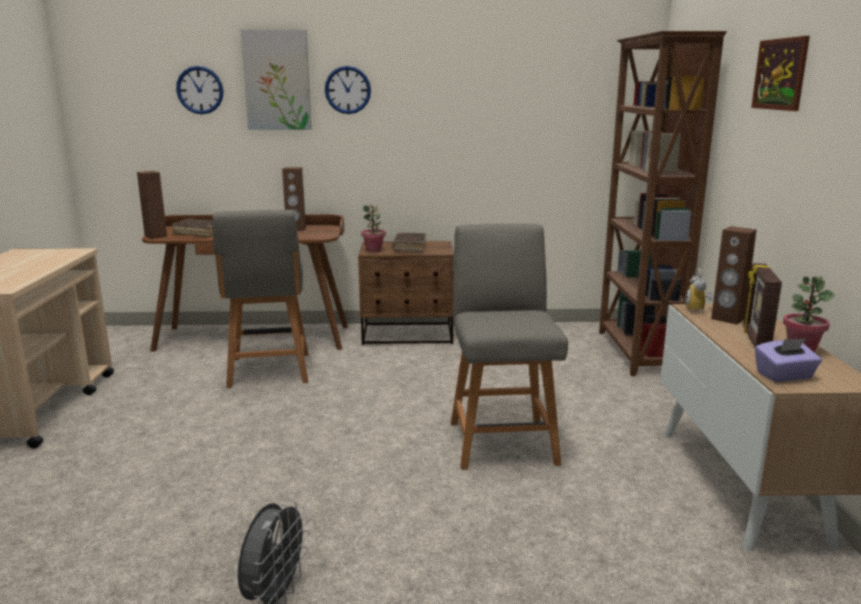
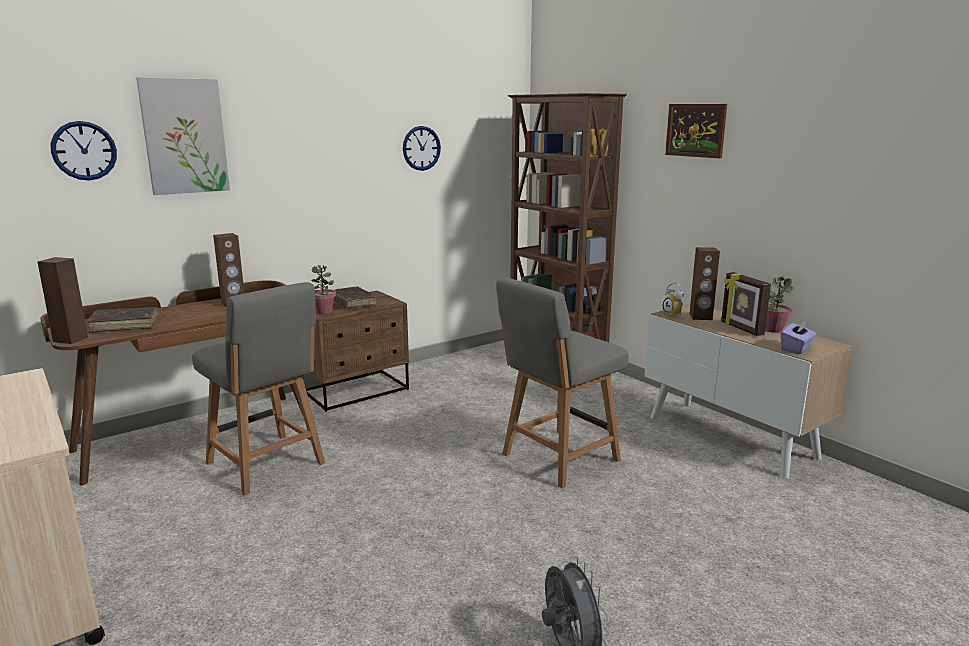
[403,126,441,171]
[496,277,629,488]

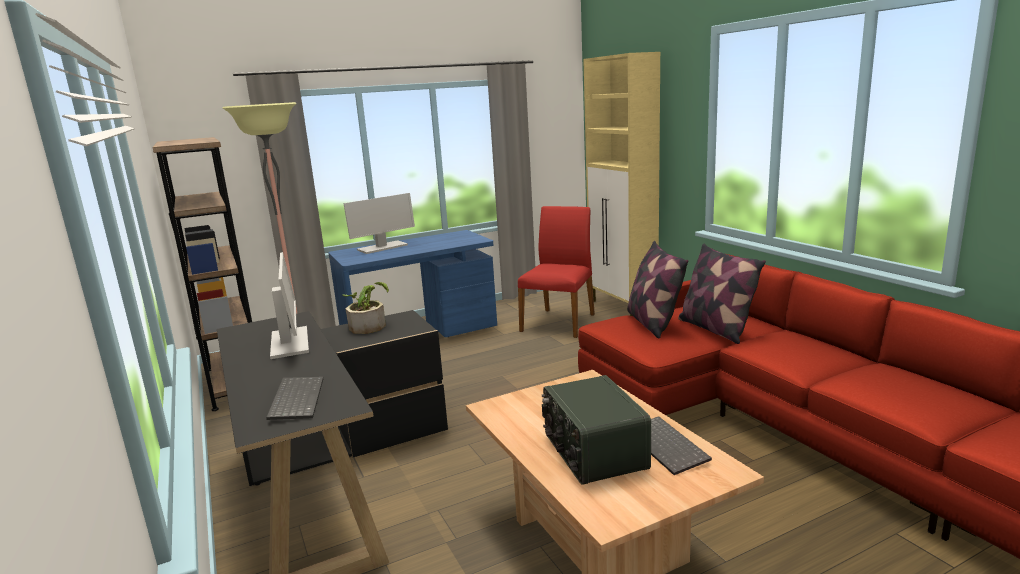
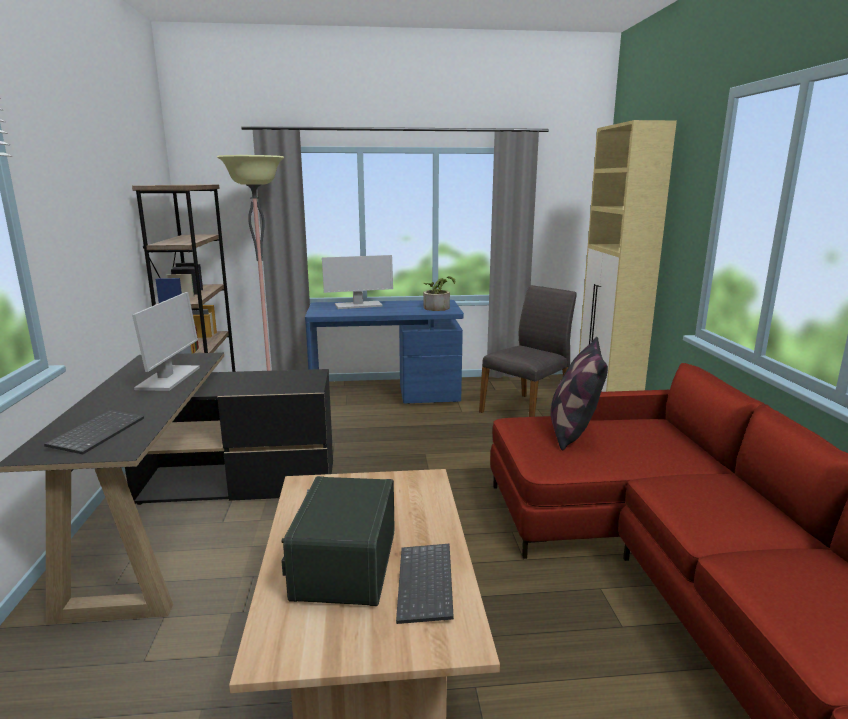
[423,276,455,311]
[479,285,577,417]
[678,243,766,344] (first image)

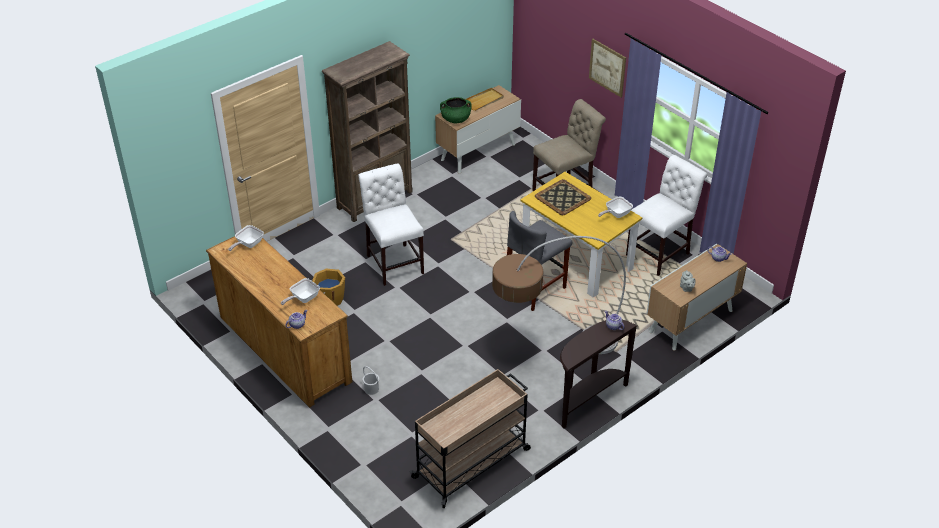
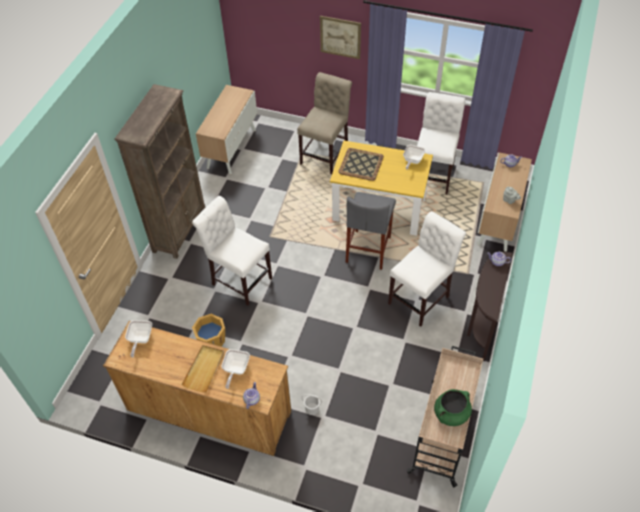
[181,345,224,393]
[388,211,466,327]
[434,389,472,426]

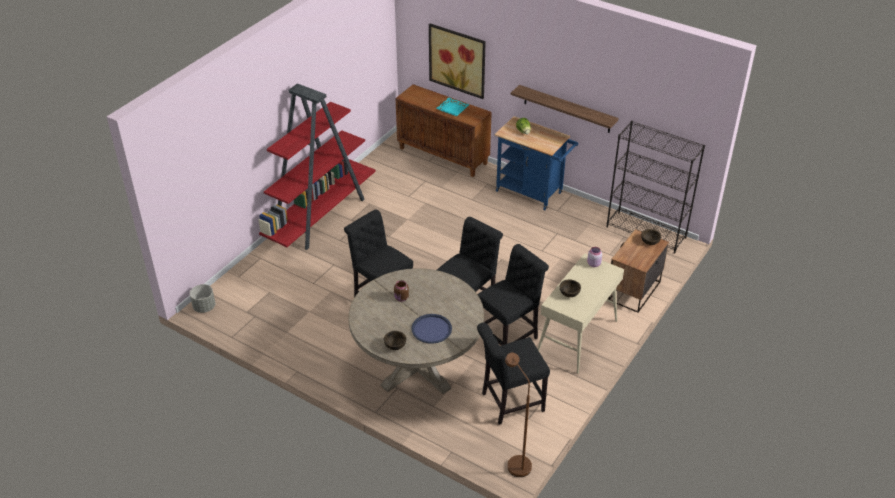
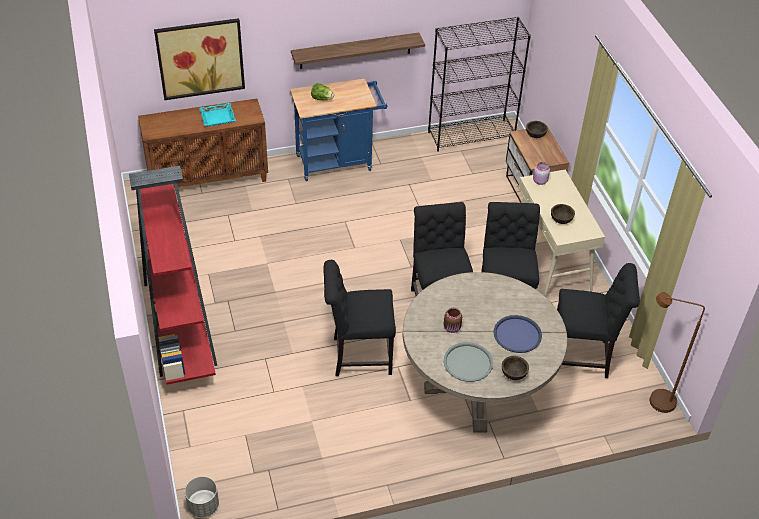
[444,342,493,382]
[557,263,640,378]

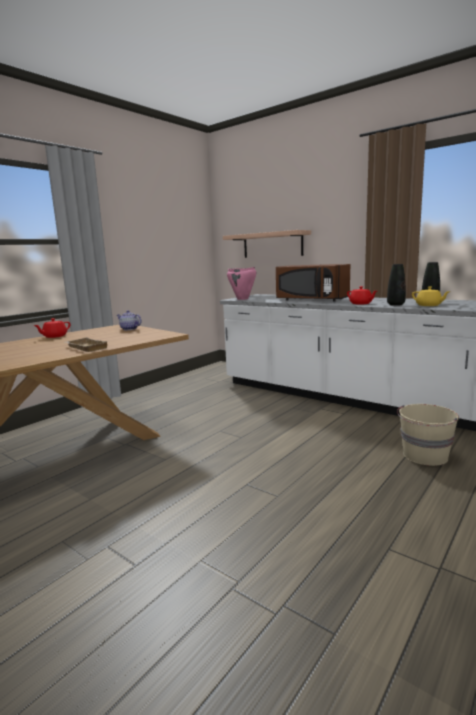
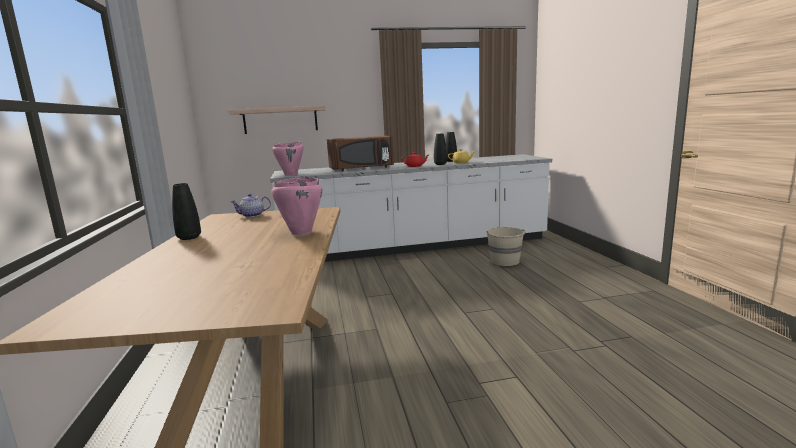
[172,183,201,240]
[271,177,322,235]

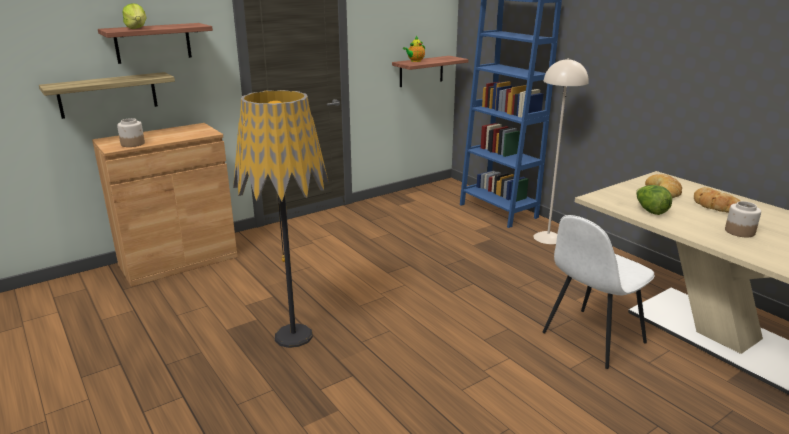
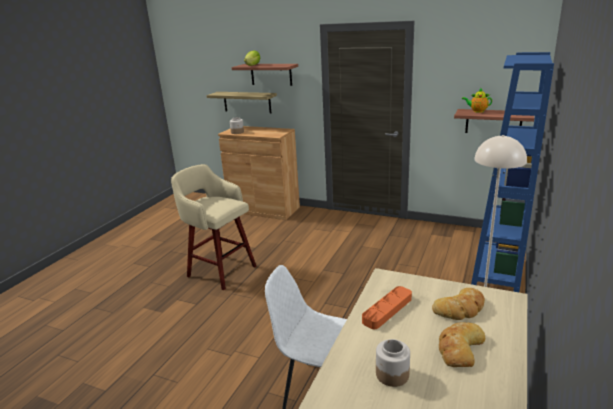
[171,164,256,290]
[362,286,412,329]

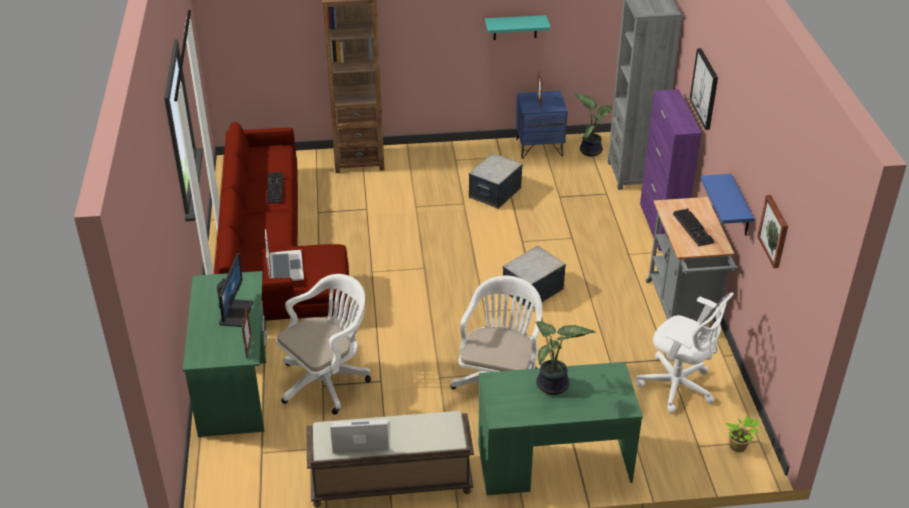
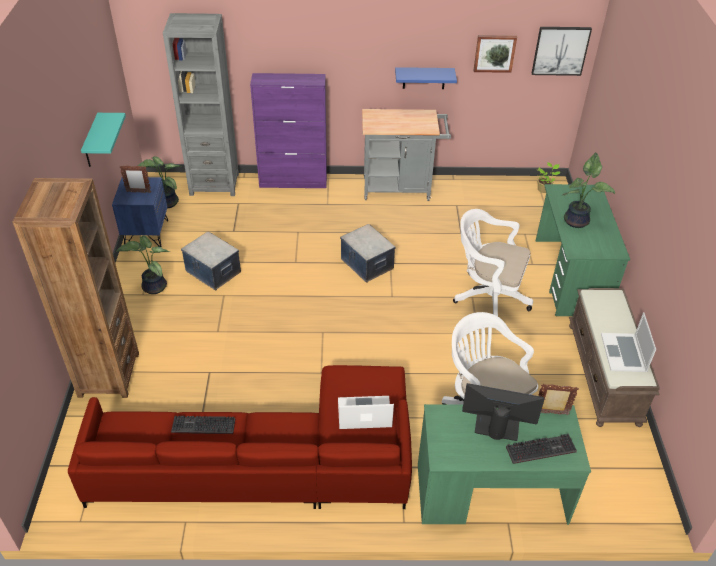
[116,235,170,294]
[506,434,577,464]
[532,27,592,76]
[635,293,734,413] (first image)

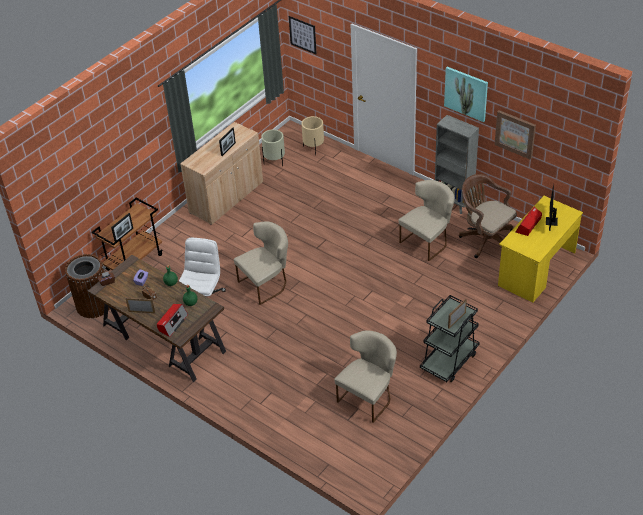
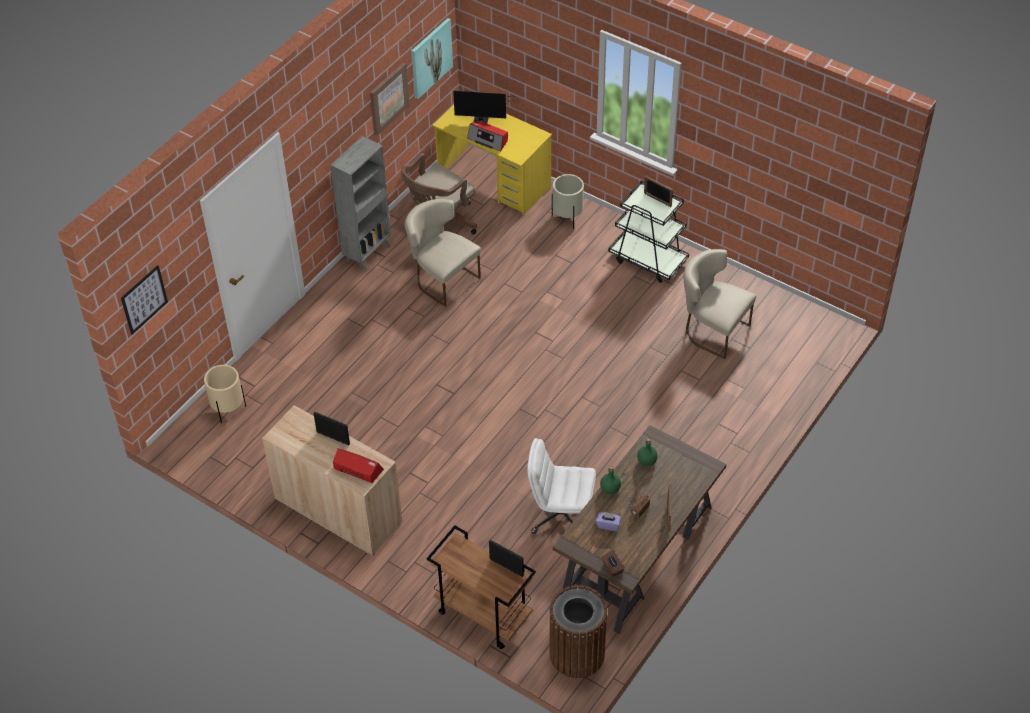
[333,448,384,483]
[412,18,453,99]
[552,174,584,229]
[234,222,288,305] (first image)

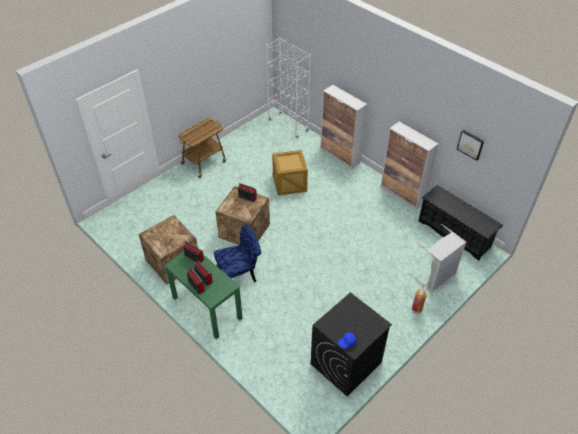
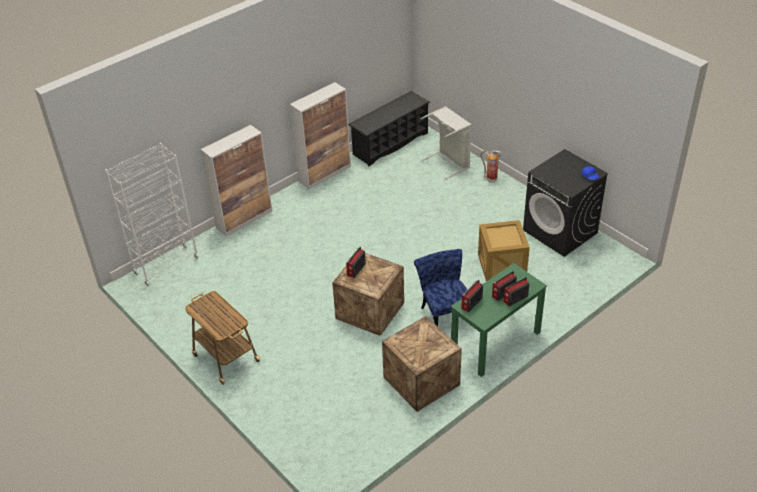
[478,220,530,281]
[457,130,484,161] (first image)

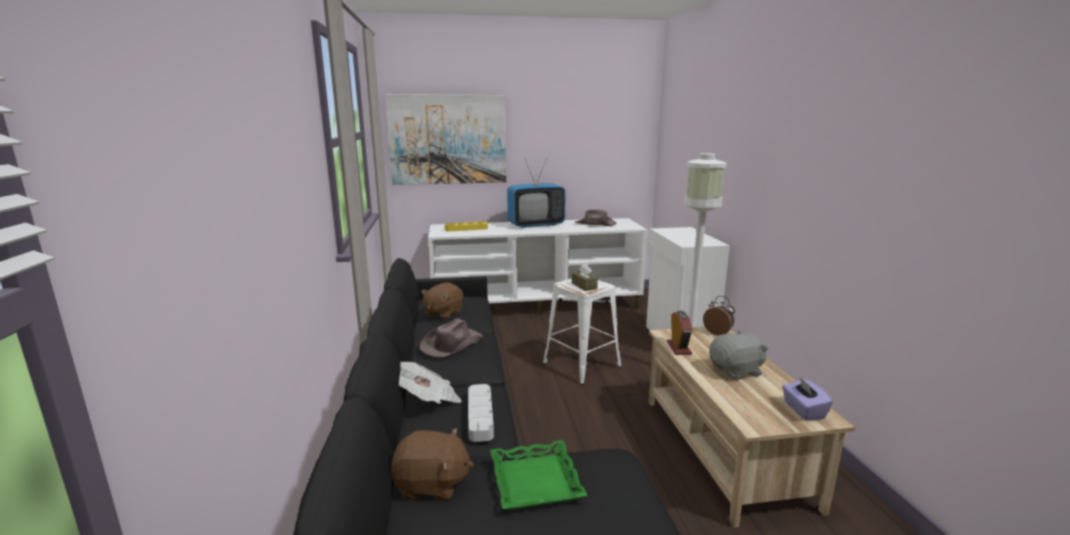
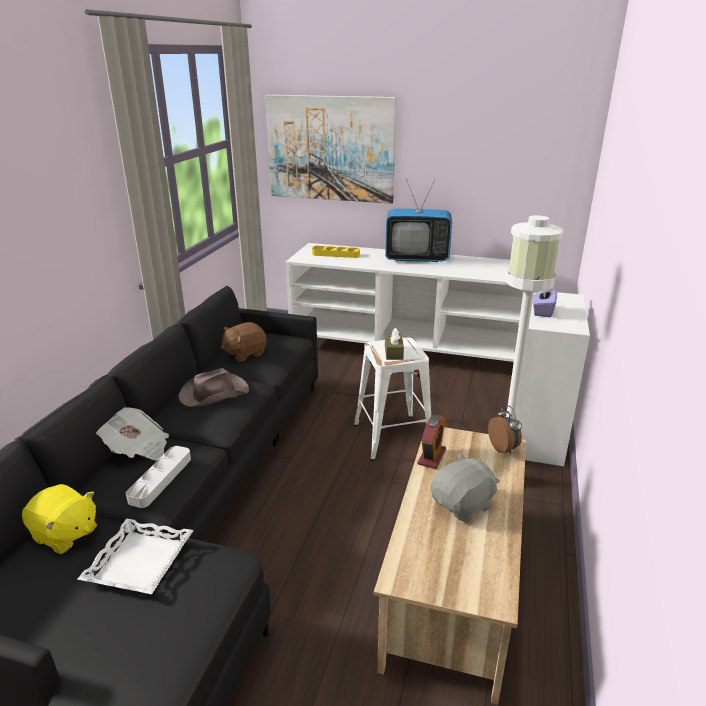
[22,484,97,554]
[77,519,194,594]
[431,453,500,523]
[533,290,557,317]
[575,209,617,226] (first image)

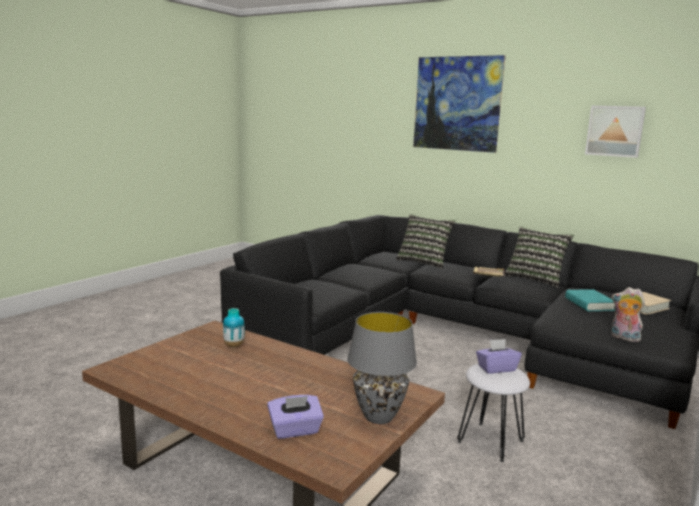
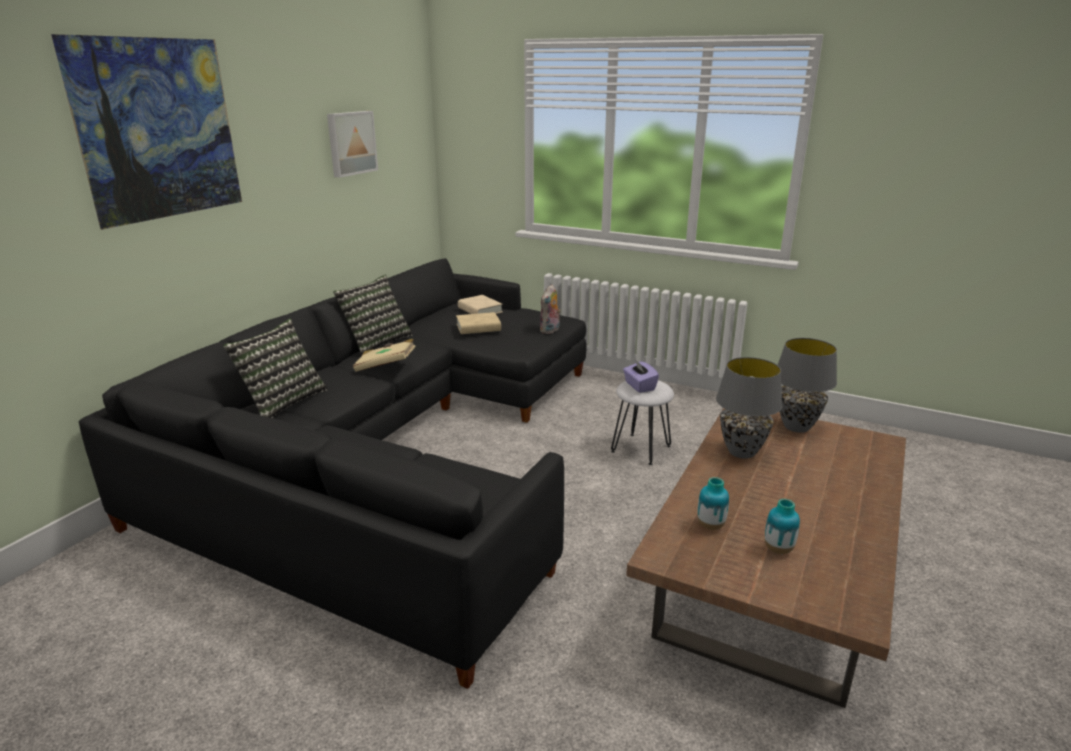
[456,312,501,334]
[716,357,782,459]
[765,499,800,554]
[267,395,324,439] (first image)

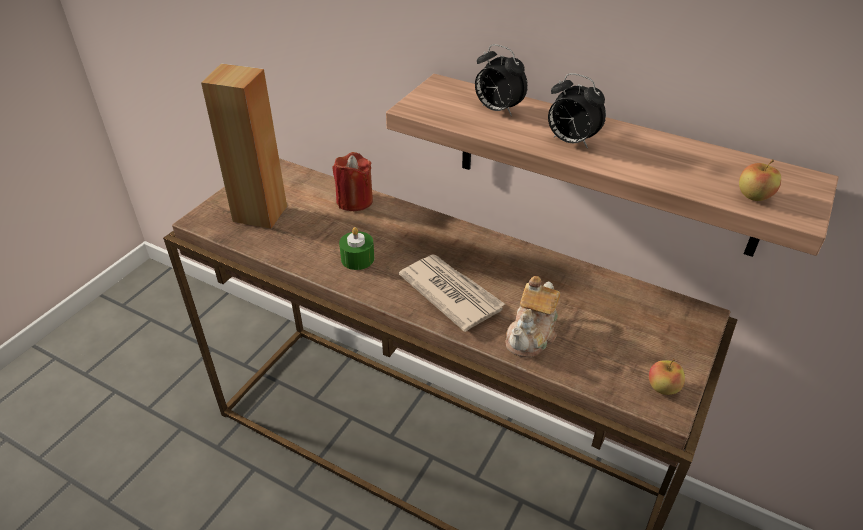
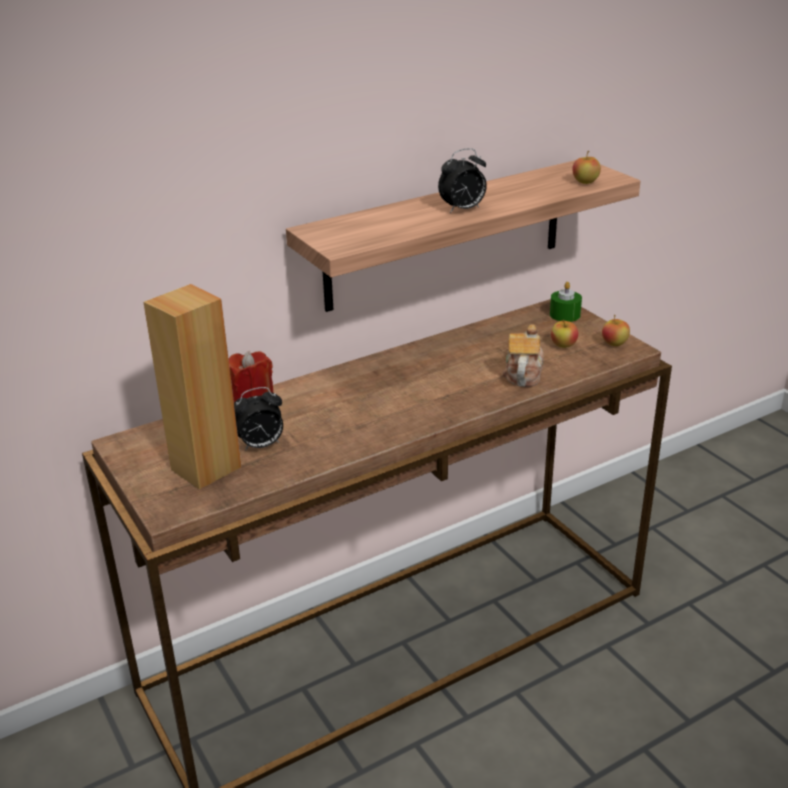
[234,387,283,451]
[502,324,544,387]
[550,282,582,322]
[551,320,578,348]
[399,254,505,332] (first image)

